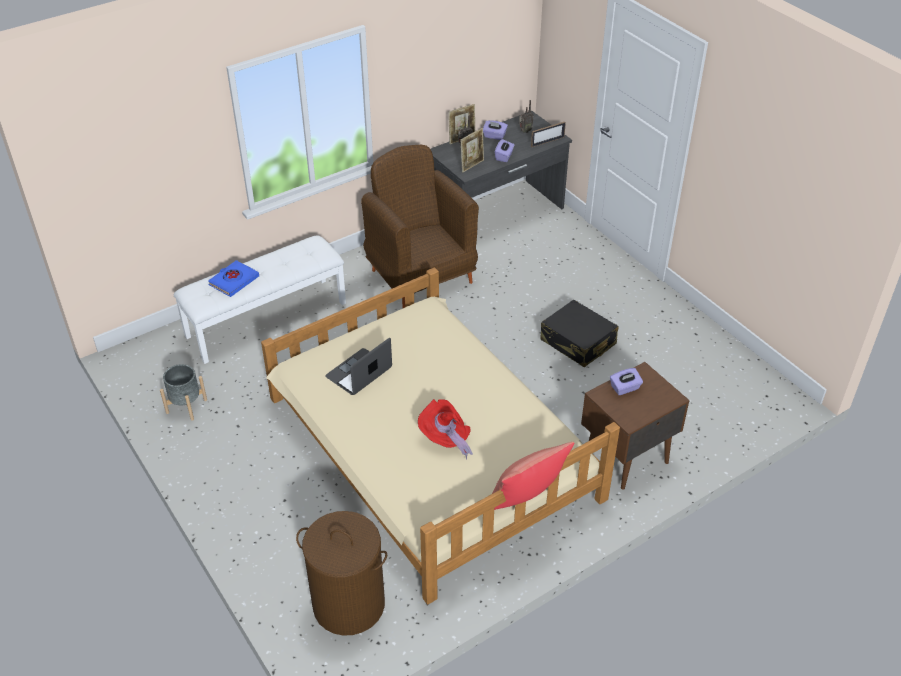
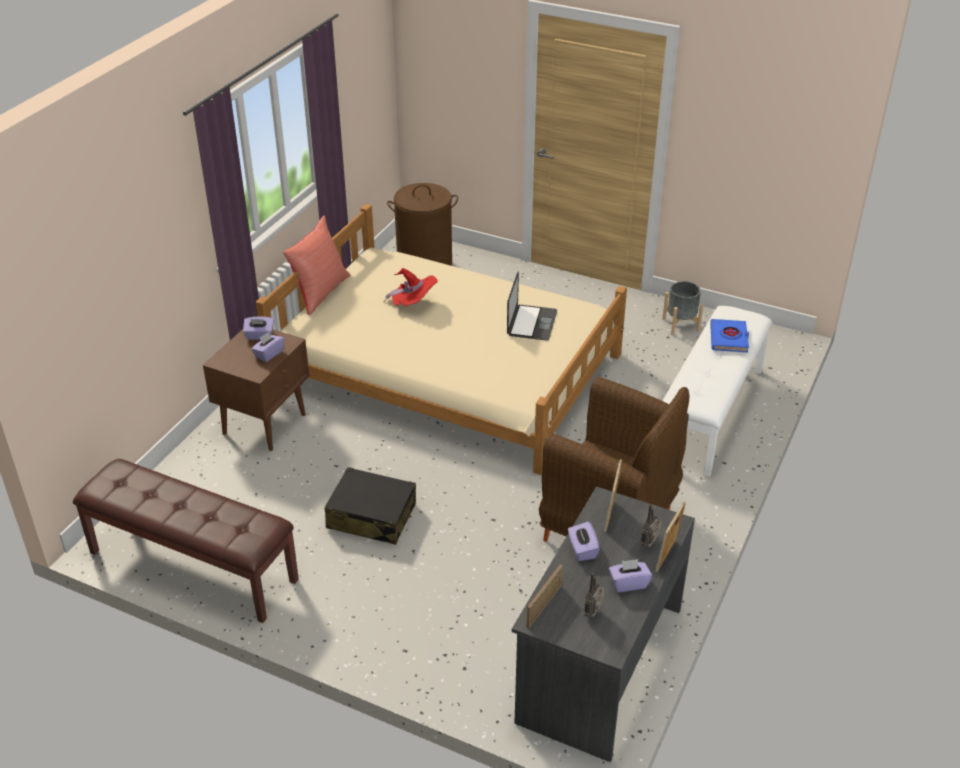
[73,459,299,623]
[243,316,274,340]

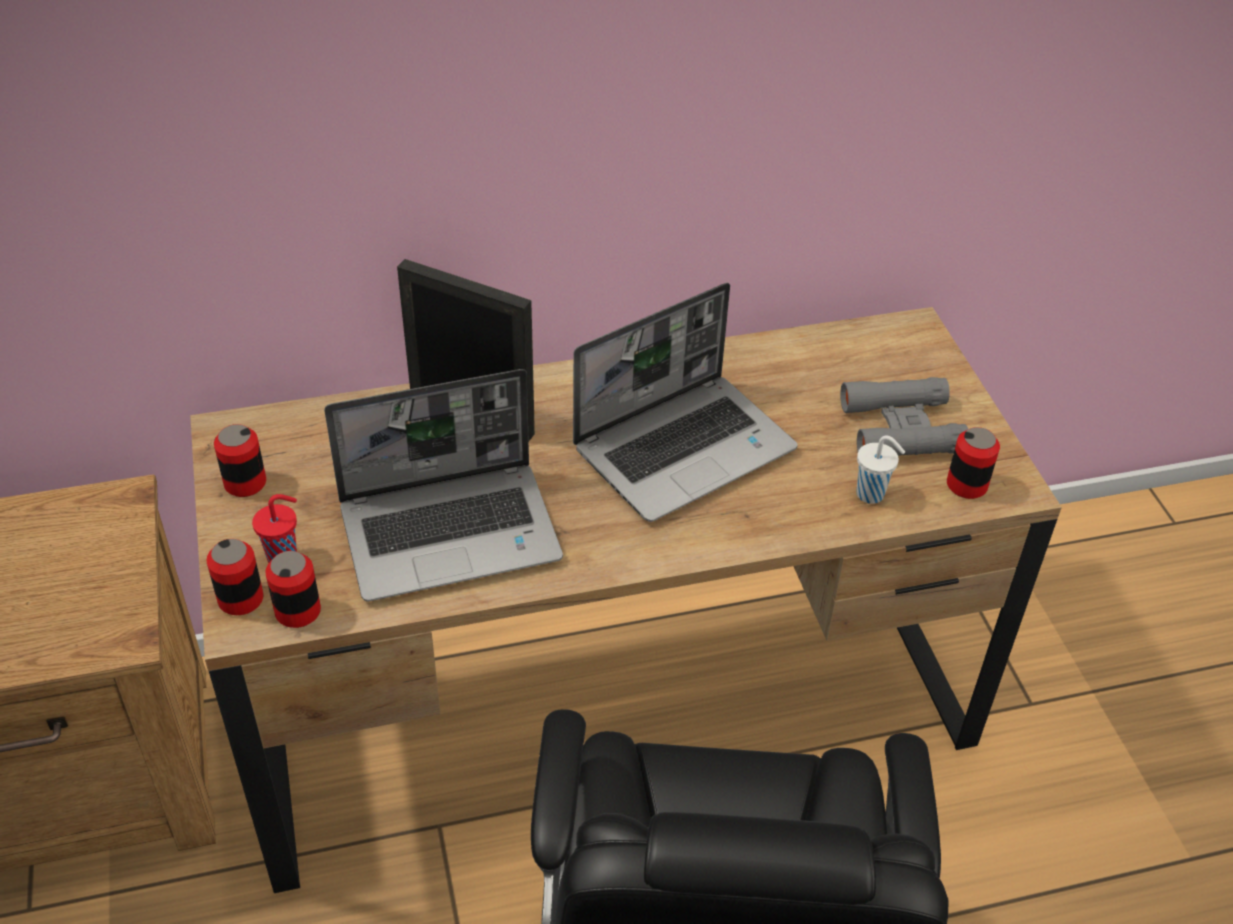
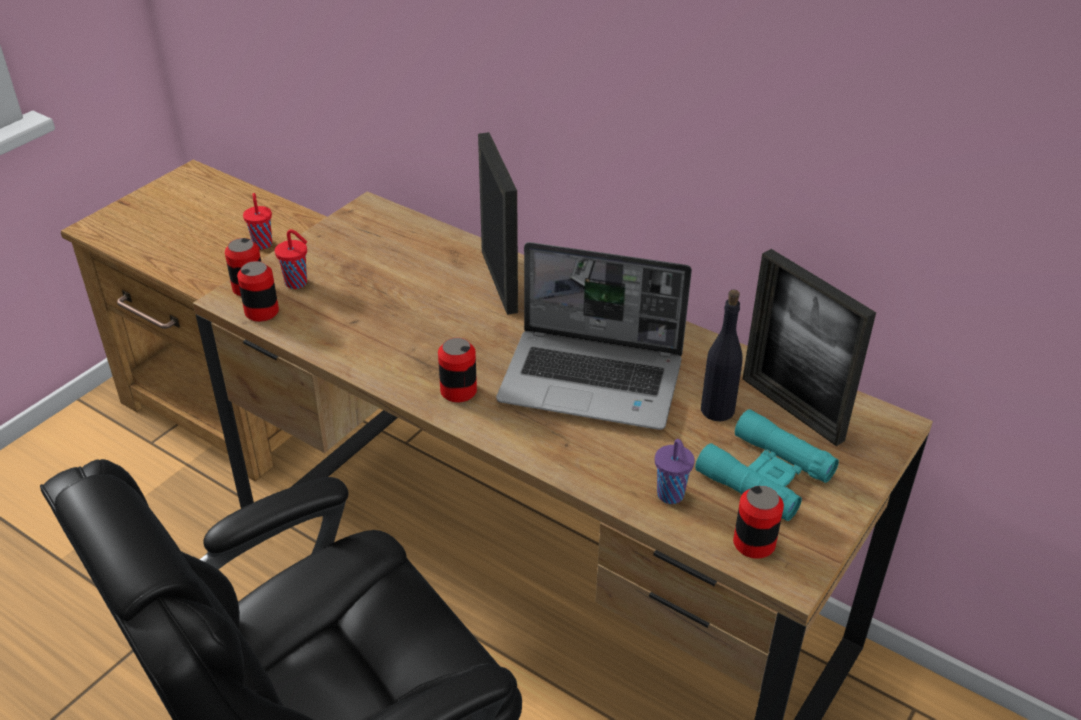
[243,193,272,249]
[438,338,477,403]
[655,439,695,504]
[695,409,839,521]
[701,290,742,421]
[743,249,876,446]
[324,369,563,601] (first image)

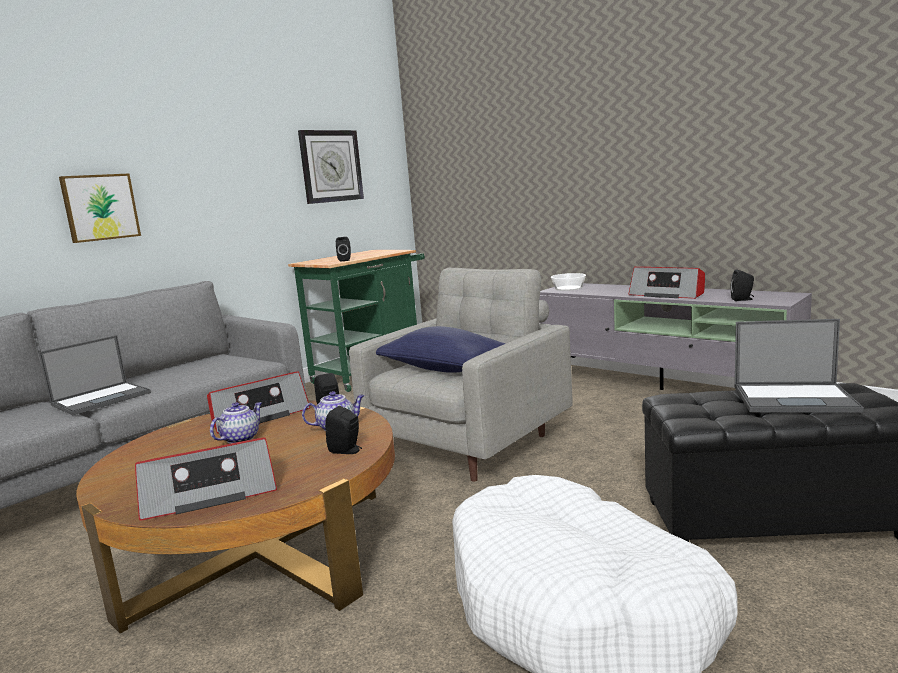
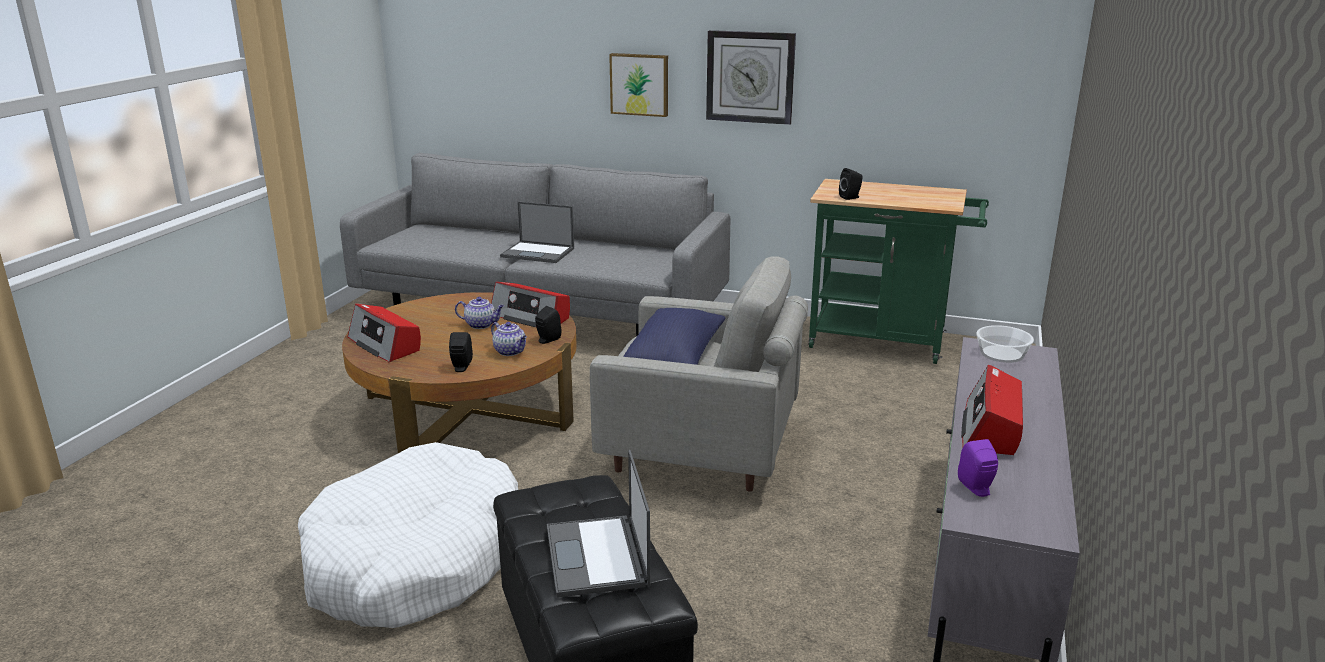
[706,30,796,125]
[958,439,998,497]

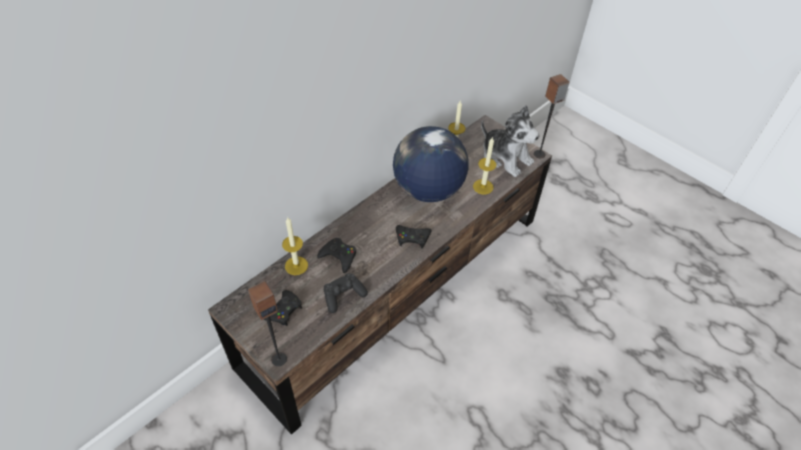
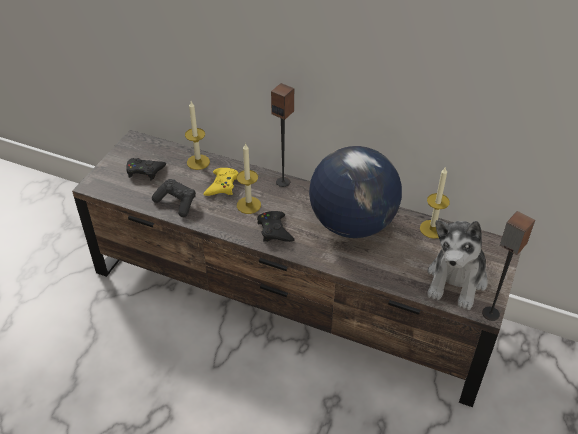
[203,168,238,196]
[237,143,261,214]
[271,83,294,187]

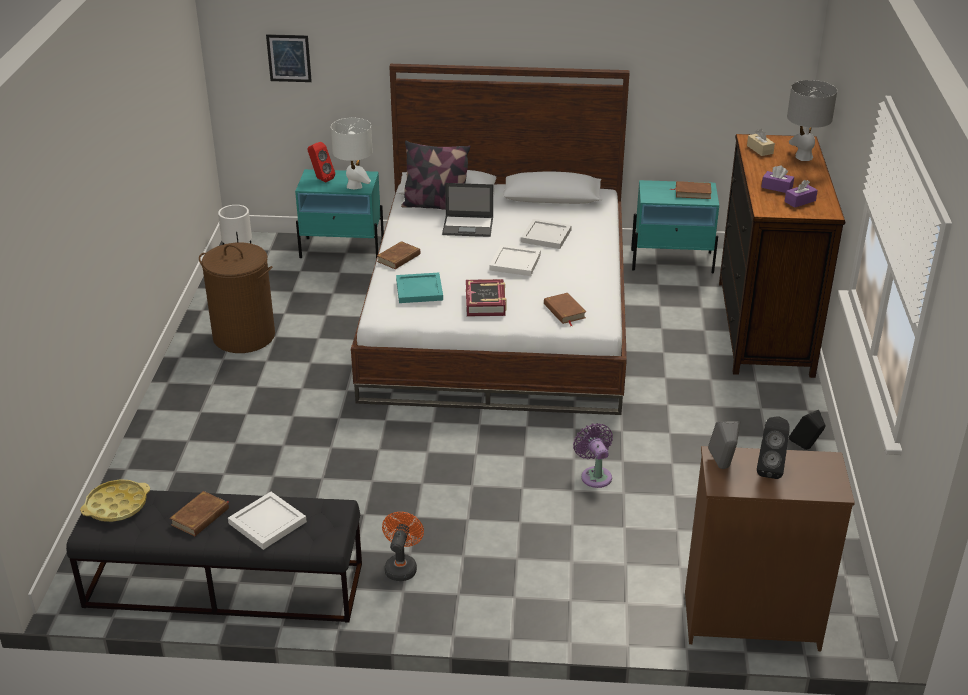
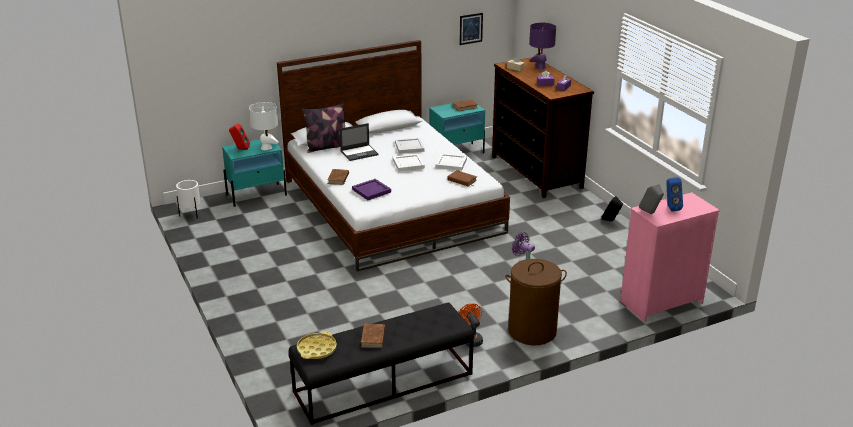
[352,179,391,200]
[436,153,467,171]
[459,13,483,45]
[505,259,567,345]
[529,23,556,69]
[620,192,720,322]
[666,177,683,211]
[466,279,506,317] (first image)

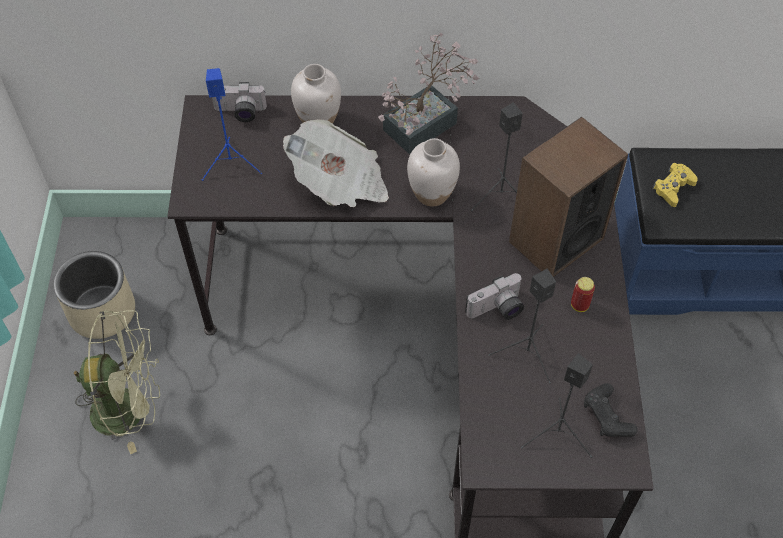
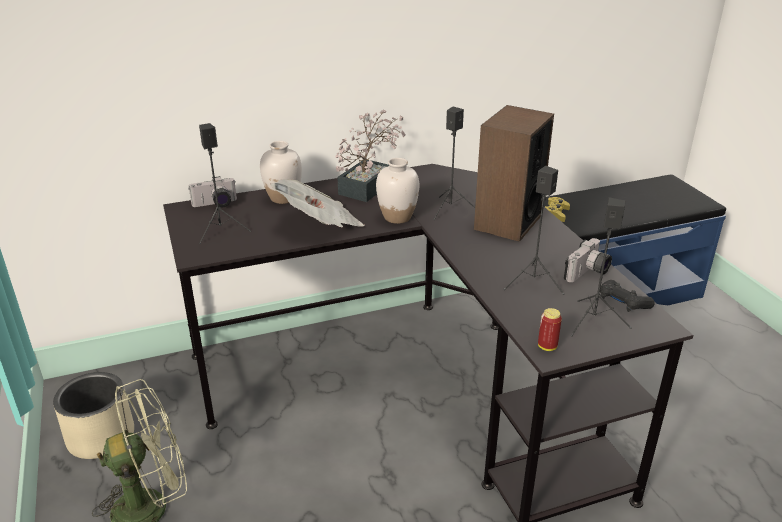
[199,123,251,244]
[538,308,562,351]
[564,238,612,282]

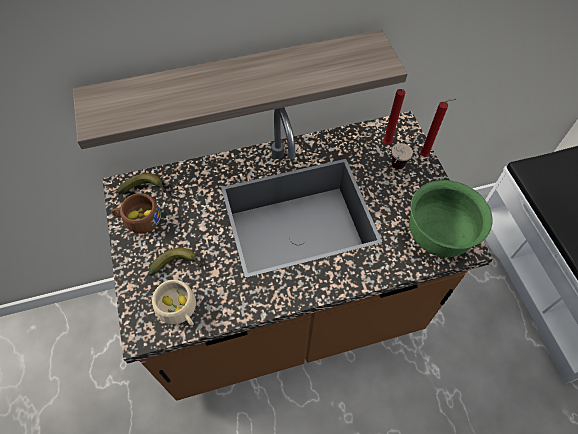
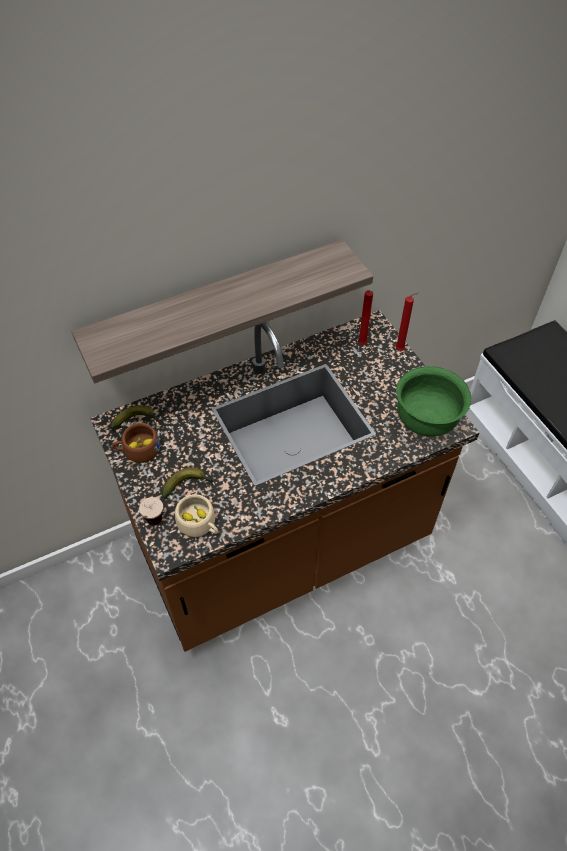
[135,497,163,527]

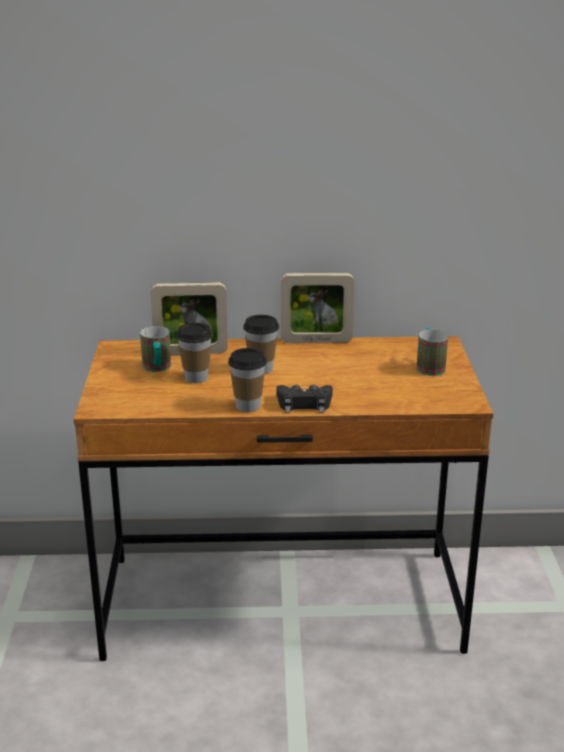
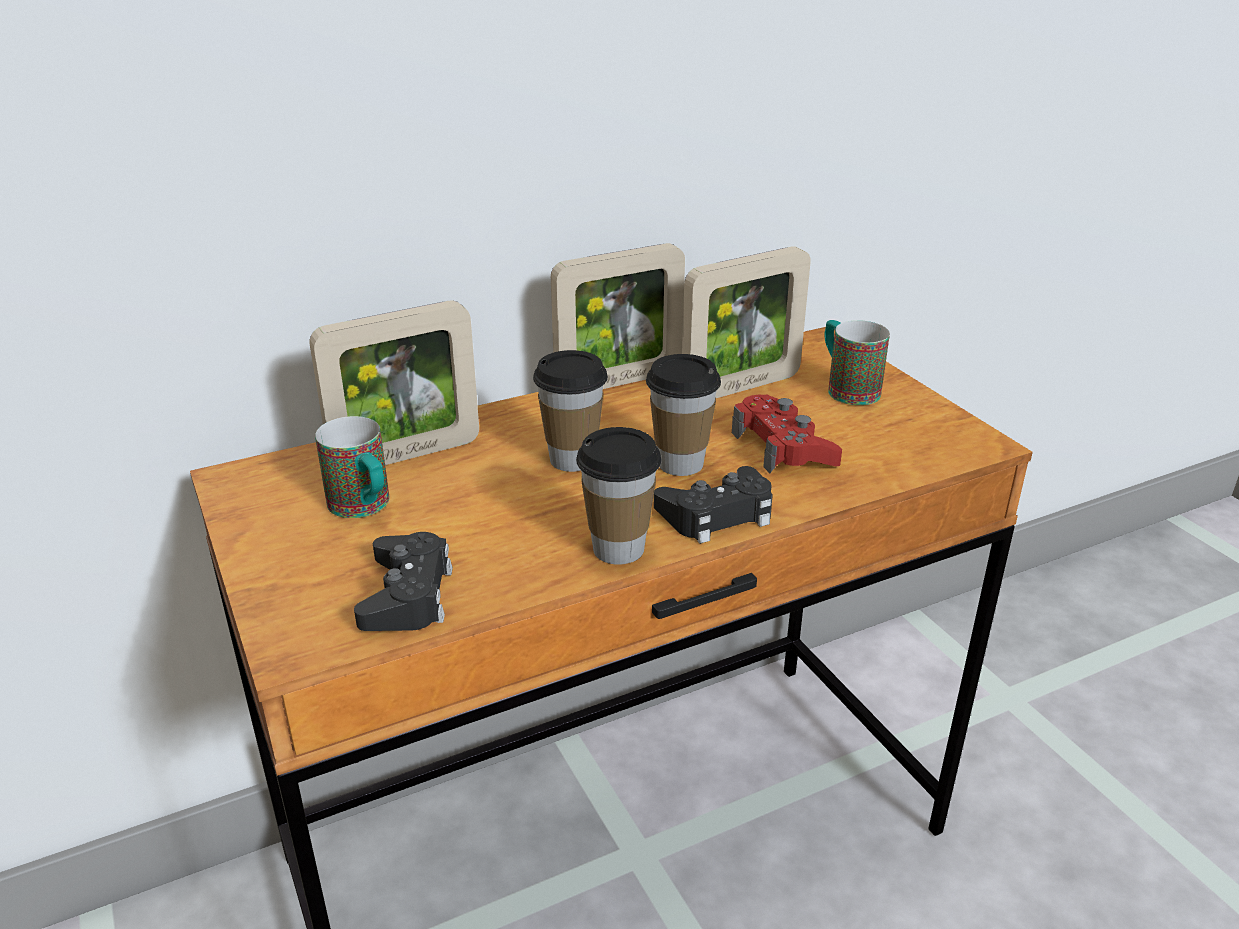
[354,532,453,631]
[646,354,721,476]
[682,246,811,398]
[732,395,842,473]

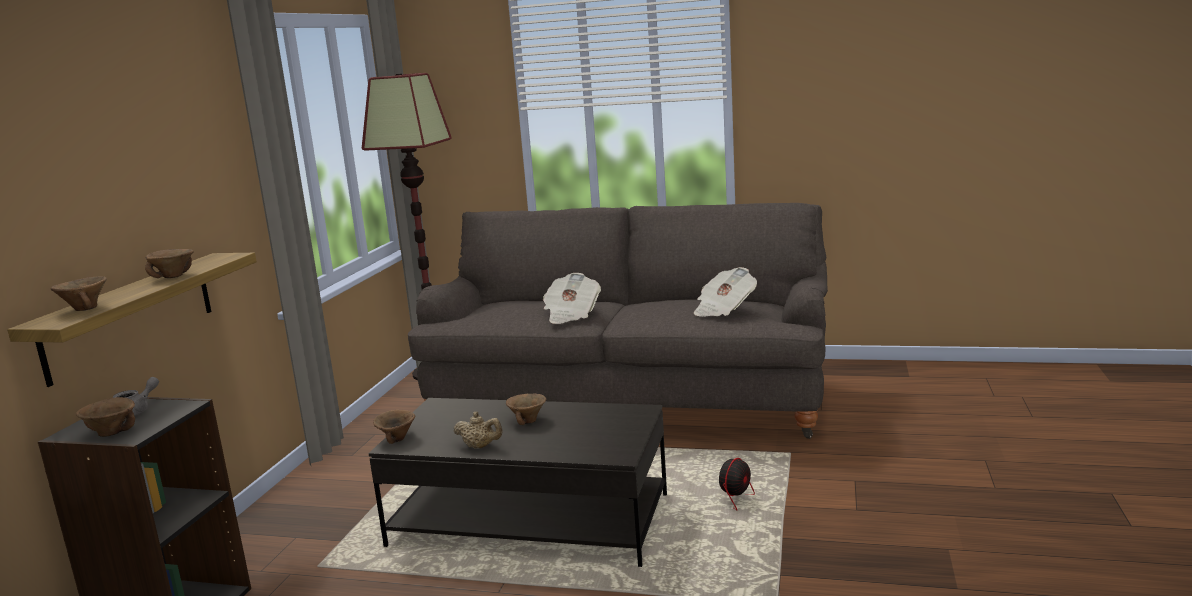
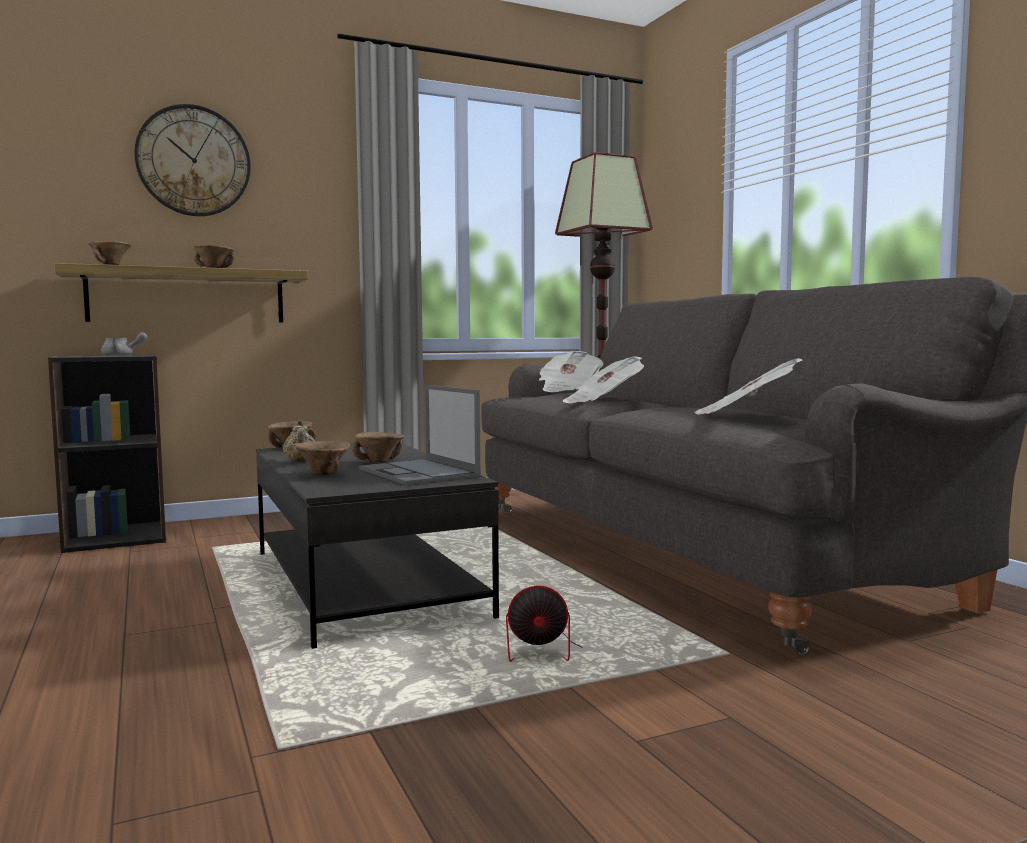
[134,104,251,216]
[295,441,350,475]
[359,385,481,485]
[539,351,603,392]

